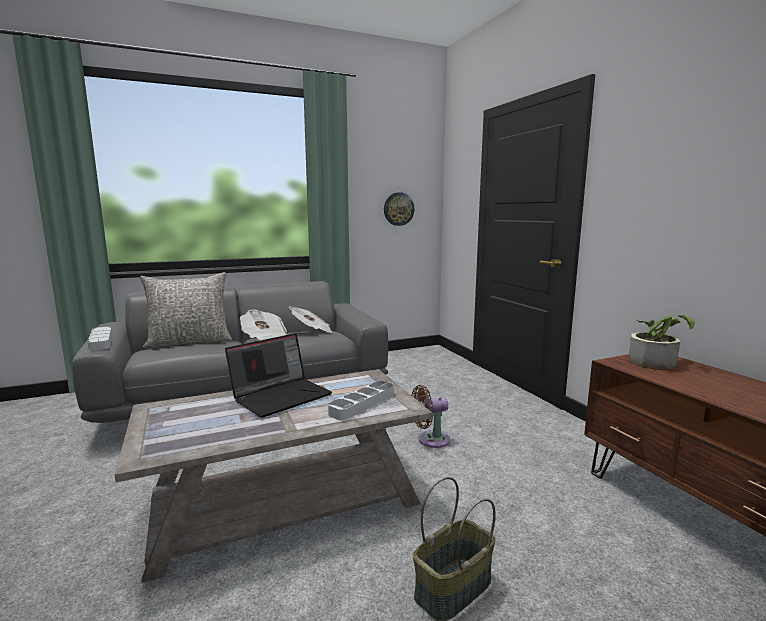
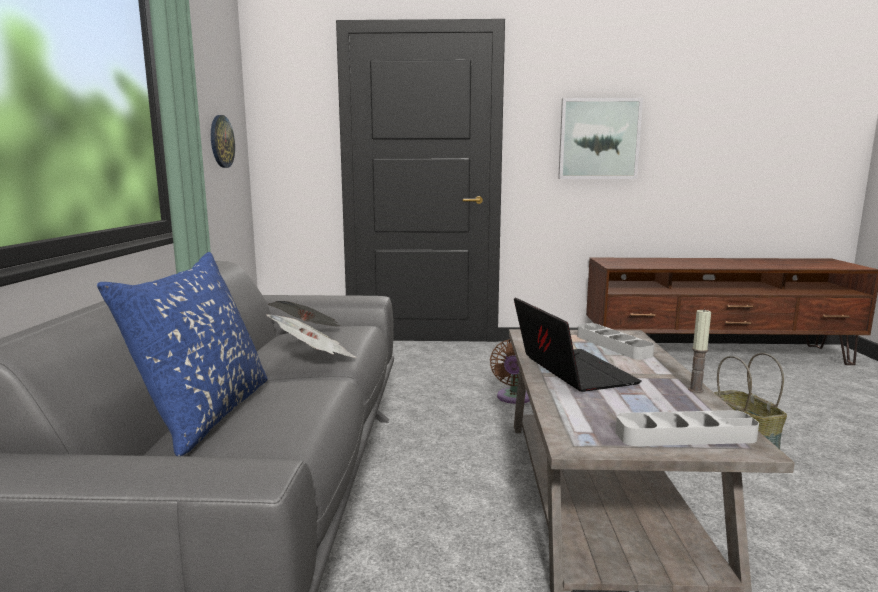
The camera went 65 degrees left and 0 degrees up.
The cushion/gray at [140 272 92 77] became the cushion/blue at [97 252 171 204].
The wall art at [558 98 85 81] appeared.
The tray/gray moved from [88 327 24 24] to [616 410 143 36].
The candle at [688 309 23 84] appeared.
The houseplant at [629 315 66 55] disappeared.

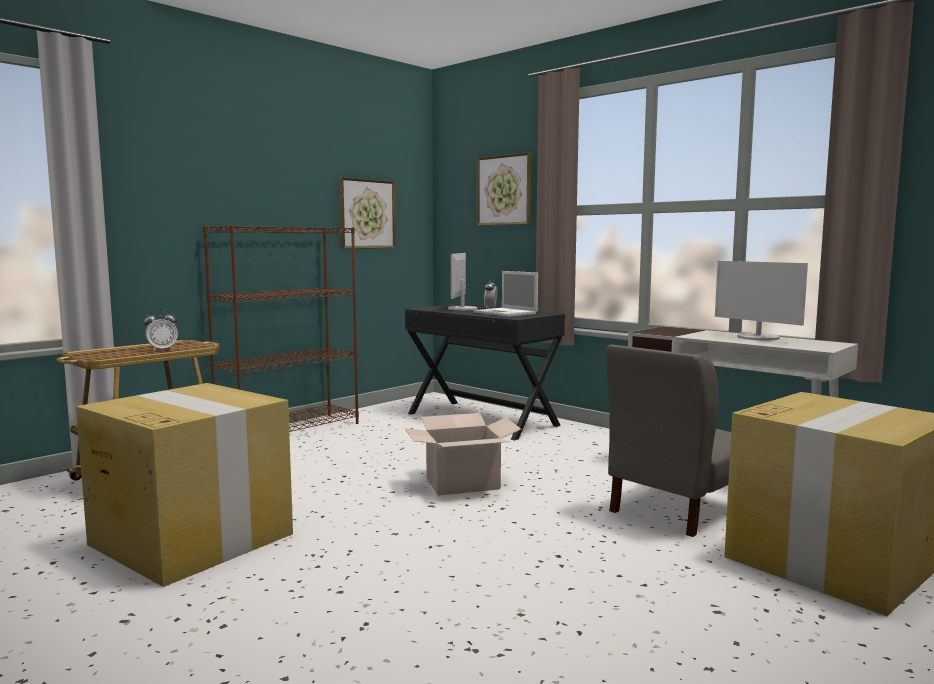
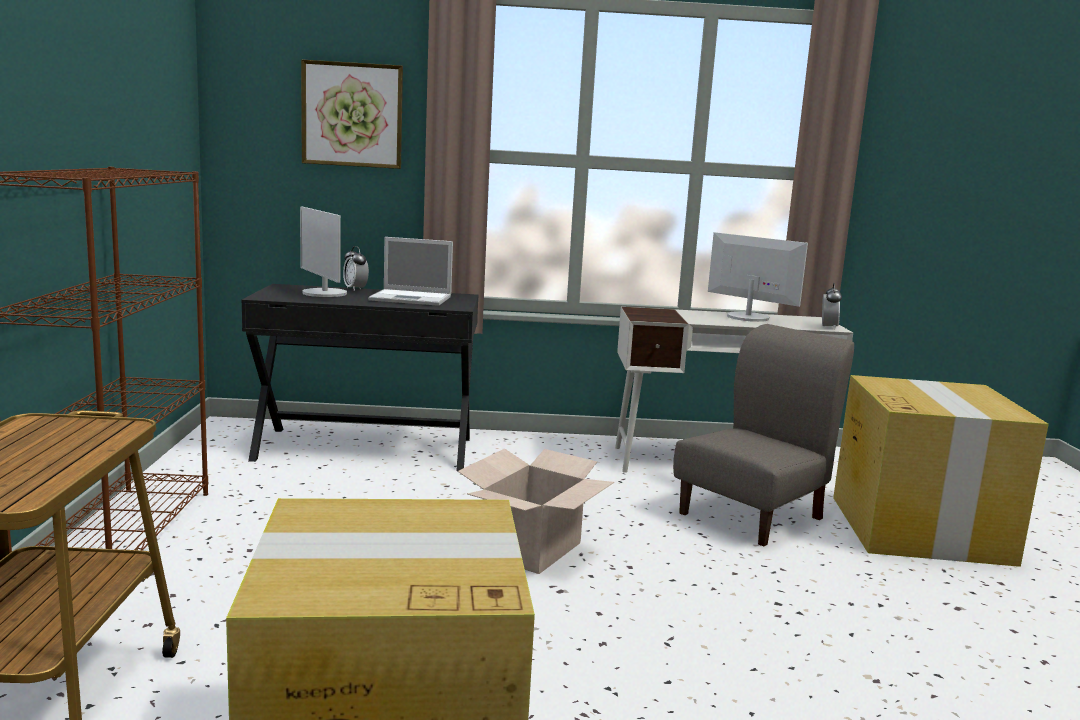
The camera went 45 degrees left and 5 degrees up.
The plain chair/gray at [606 345 125 192] turned 135 degrees counterclockwise.
The computer display at [715 261 93 80] turned 150 degrees counterclockwise.
The table clock moved from [144 309 34 42] to [822 283 20 47].
The wall art at [339 177 57 71] disappeared.

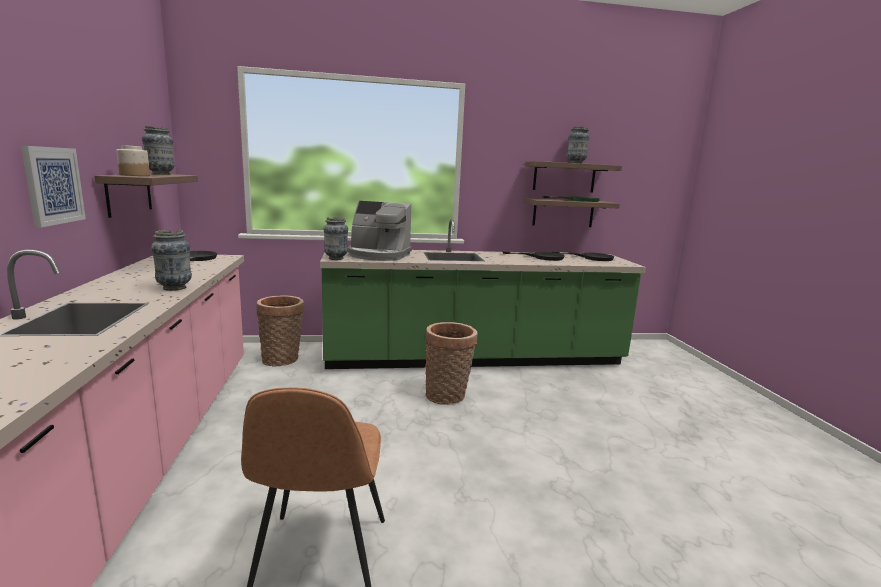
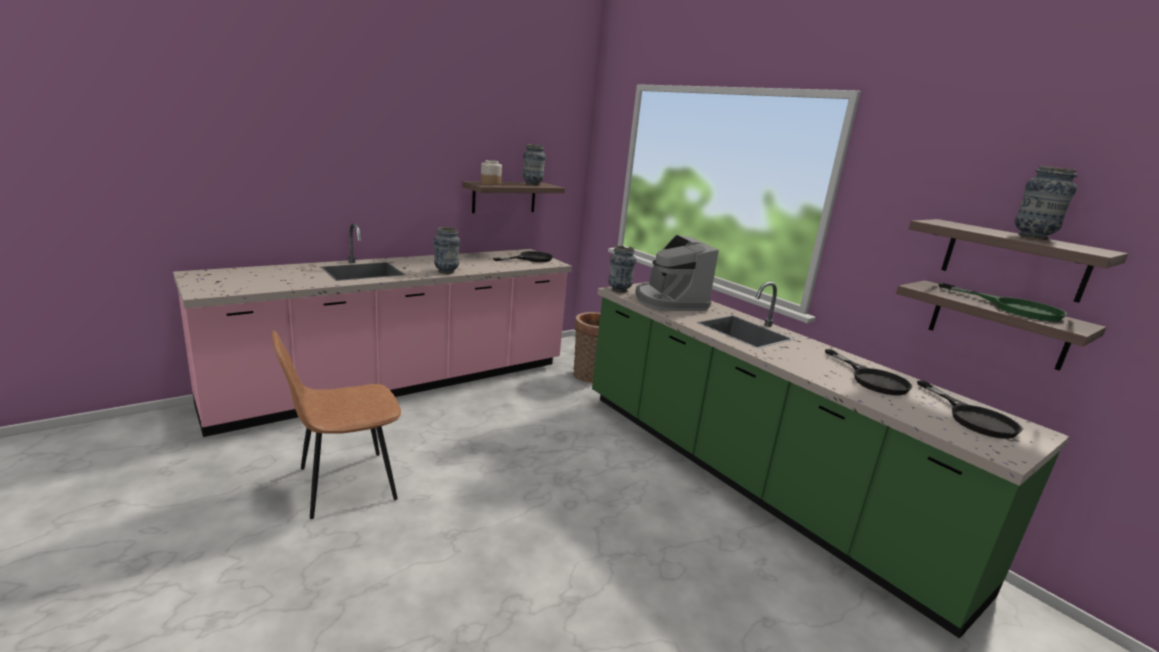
The camera went 60 degrees right and 5 degrees up.
The wall art at [21 145 65 82] disappeared.
The storage basket at [425 322 52 83] disappeared.

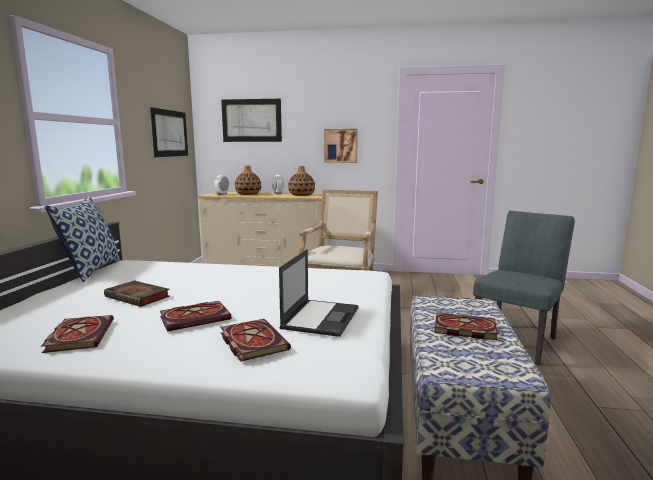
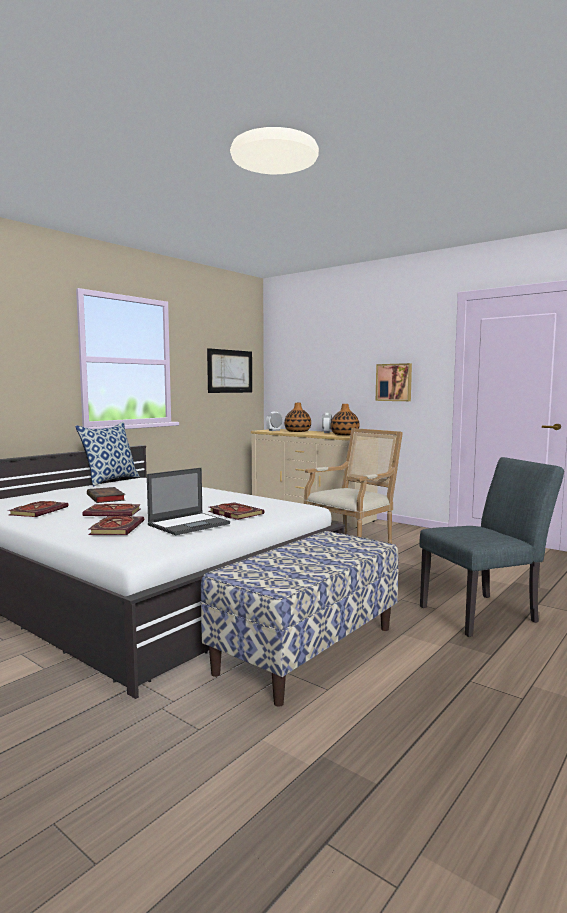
The camera went 30 degrees right and 5 degrees down.
The book moved from [434 312 64 28] to [208 502 56 18].
The wall art at [221 99 61 43] disappeared.

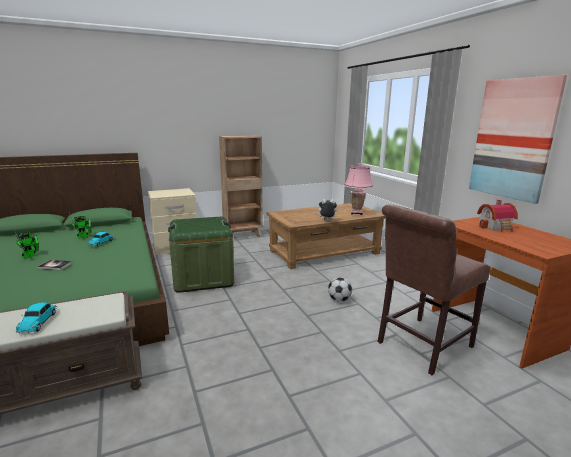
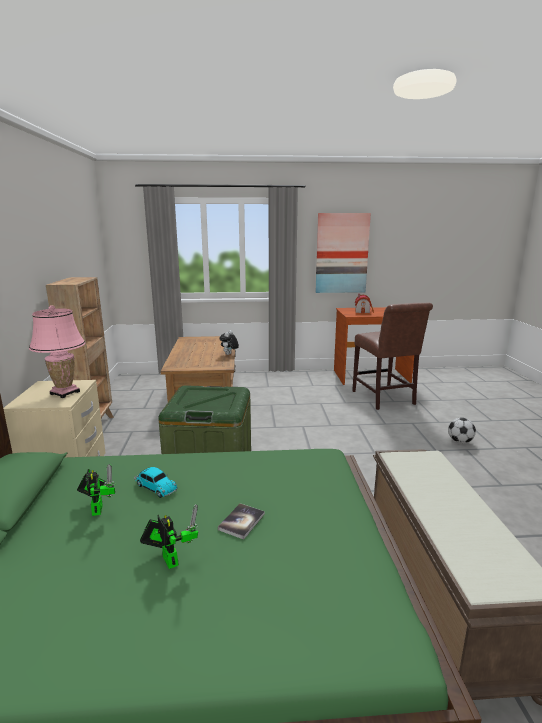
The camera went 70 degrees left and 0 degrees up.
The table lamp/pinkish moved from [344 163 29 52] to [29 305 56 93].
The football ball moved from [328 277 24 25] to [448 418 28 25].
The miniature car at [16 302 42 32] disappeared.

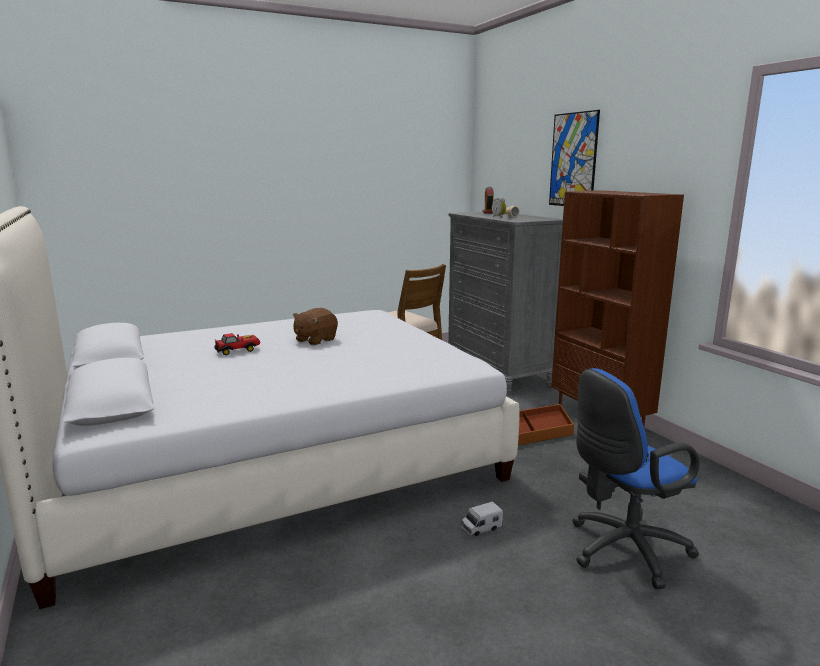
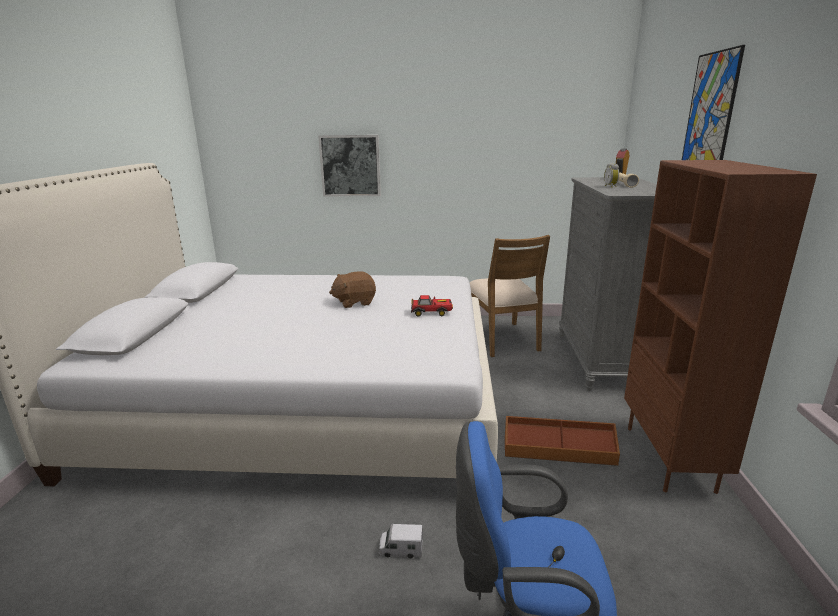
The camera went 30 degrees right and 5 degrees up.
The wall art at [318 135 63 61] appeared.
The miniature car moved from [214 333 46 22] to [411 295 42 22].

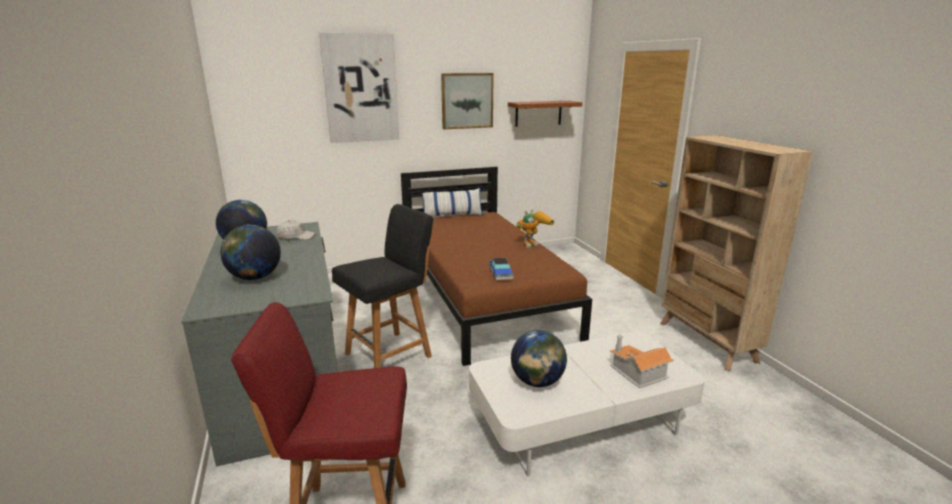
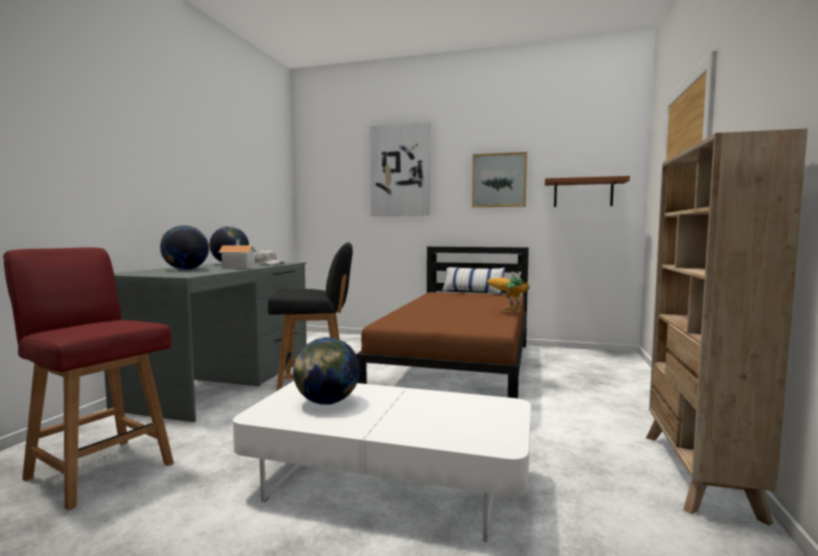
The camera went 35 degrees right and 15 degrees down.
The toy house moved from [609 335 65 53] to [217 239 40 30].
The toy robot at [517 209 37 39] turned 150 degrees clockwise.
The miniature car at [489 258 25 22] disappeared.

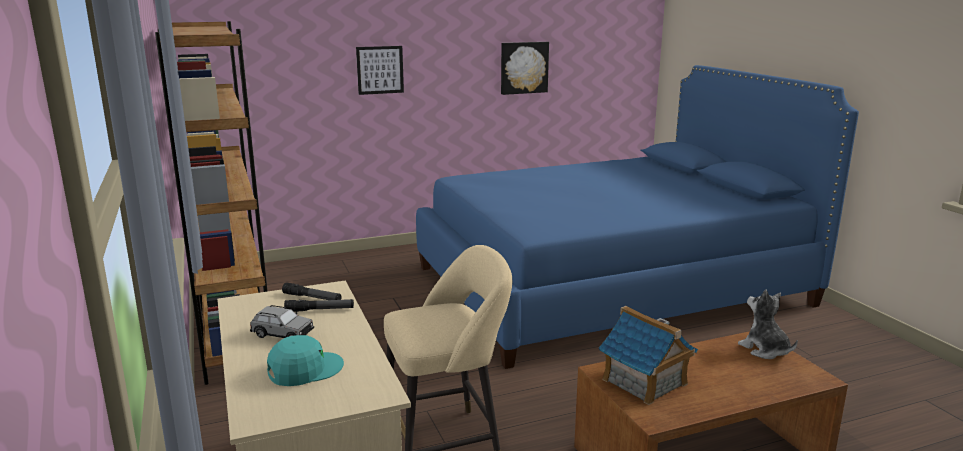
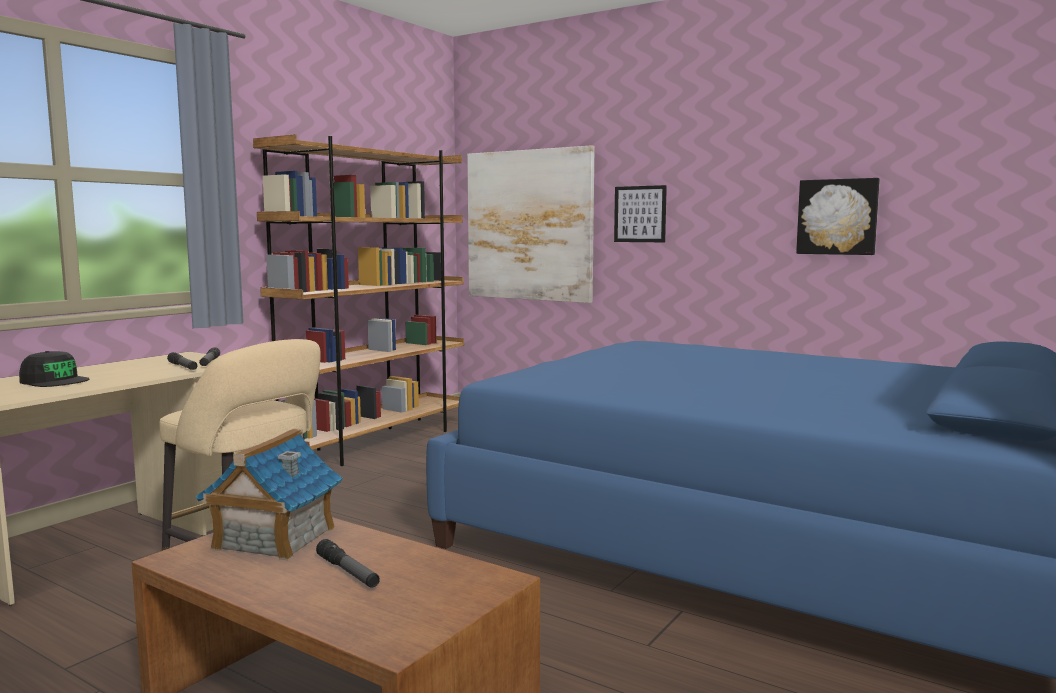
The camera went 55 degrees right and 10 degrees down.
The baseball cap/turquoise-coloured at [267 335 77 51] became the baseball cap/black at [19 351 71 36].
The torch at [316 539 64 49] appeared.
The wall art at [467 145 128 158] appeared.
The miniature car/gray at [250 305 64 33] disappeared.
The cuddly toy at [738 289 60 70] disappeared.

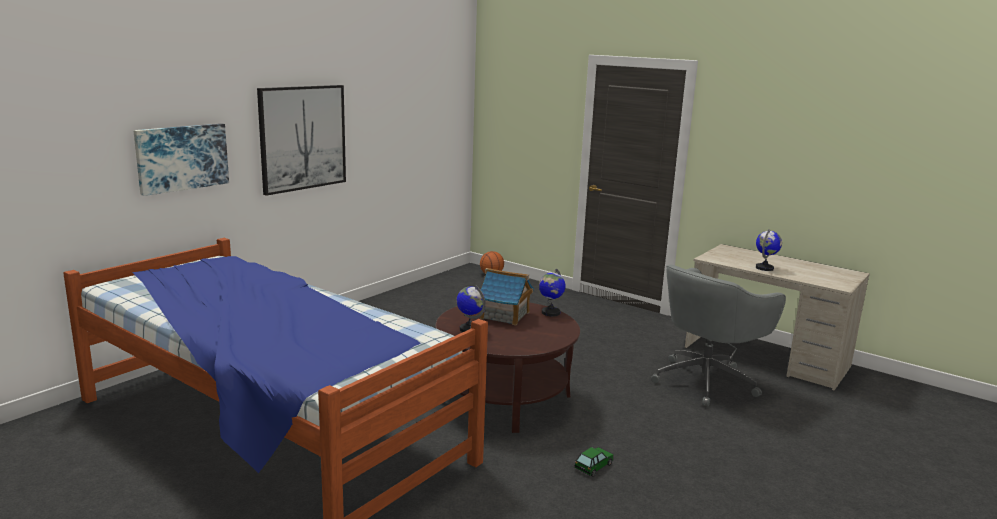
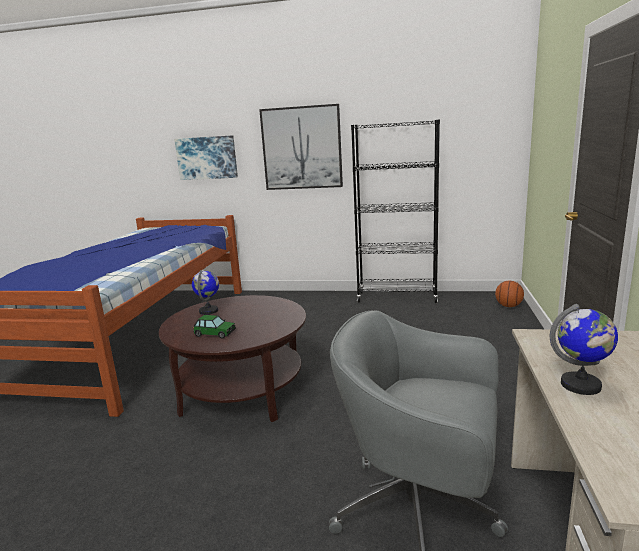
The camera went 65 degrees right and 0 degrees up.
The miniature car moved from [575 447 38 30] to [193 315 43 23].
The bookshelf/black at [351 119 89 184] appeared.
The toy house at [480 268 54 58] disappeared.
The desk globe at [539 268 27 48] disappeared.

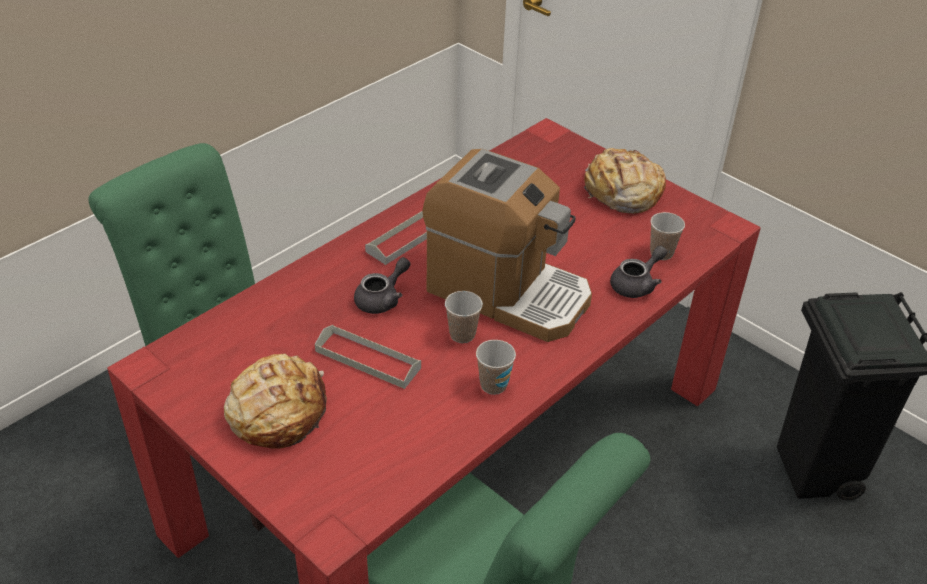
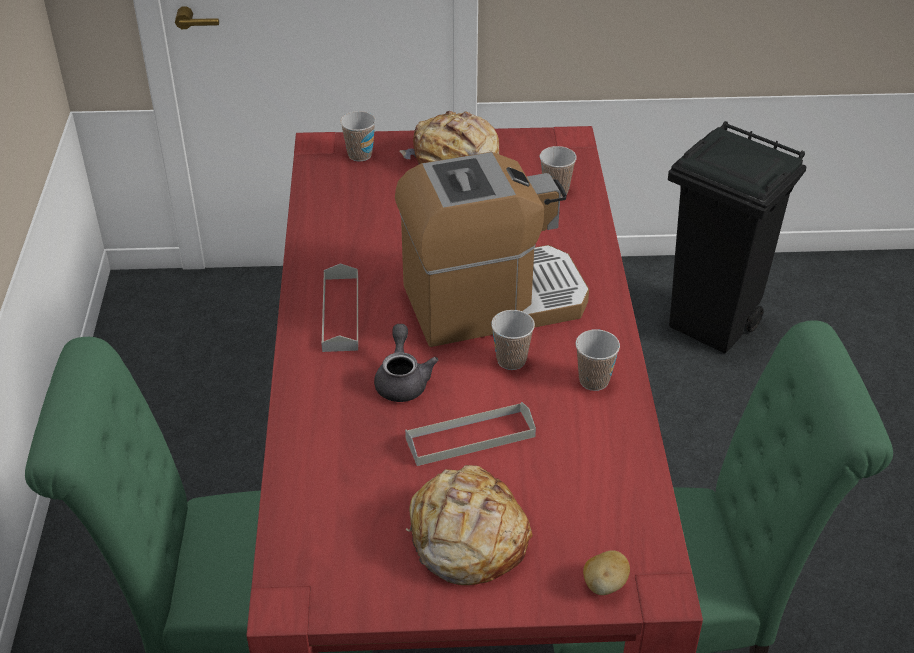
The camera went 45 degrees left and 0 degrees up.
The small cup at [340 111 36 50] appeared.
The whole potato at [583 551 47 44] appeared.
The pot for tea/gray at [610 245 57 53] disappeared.

